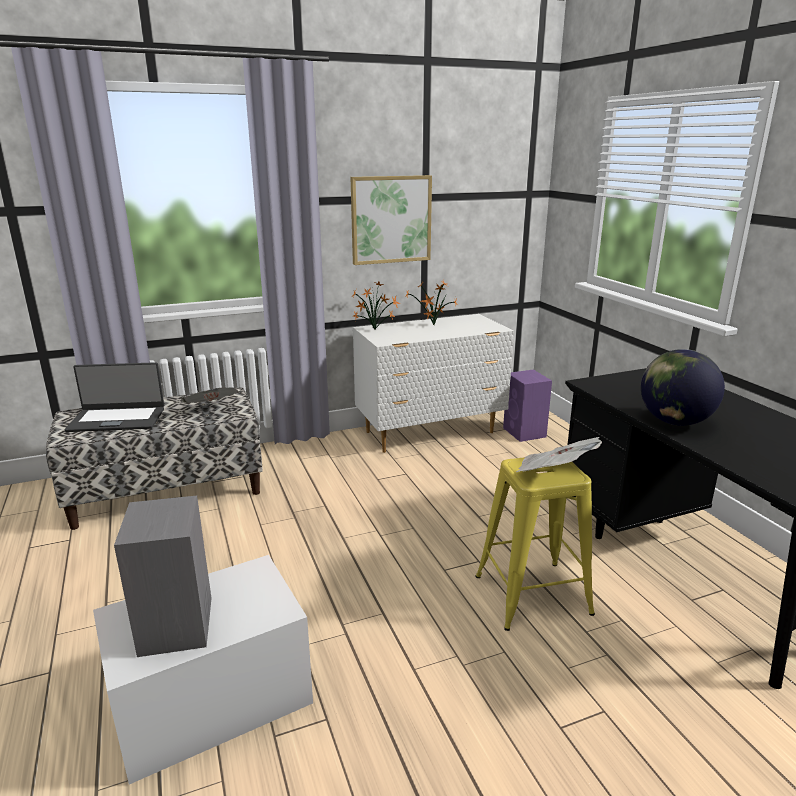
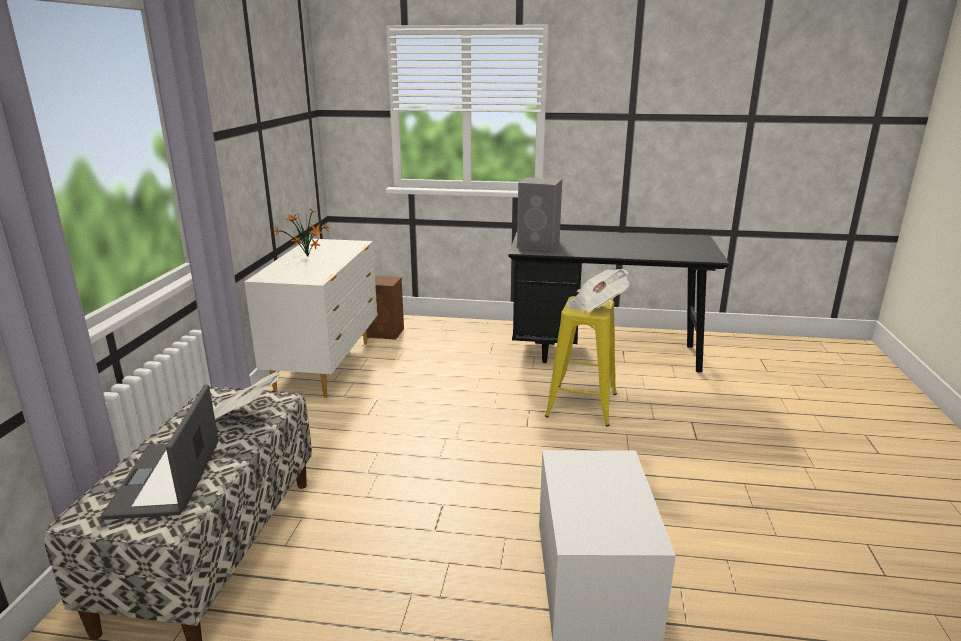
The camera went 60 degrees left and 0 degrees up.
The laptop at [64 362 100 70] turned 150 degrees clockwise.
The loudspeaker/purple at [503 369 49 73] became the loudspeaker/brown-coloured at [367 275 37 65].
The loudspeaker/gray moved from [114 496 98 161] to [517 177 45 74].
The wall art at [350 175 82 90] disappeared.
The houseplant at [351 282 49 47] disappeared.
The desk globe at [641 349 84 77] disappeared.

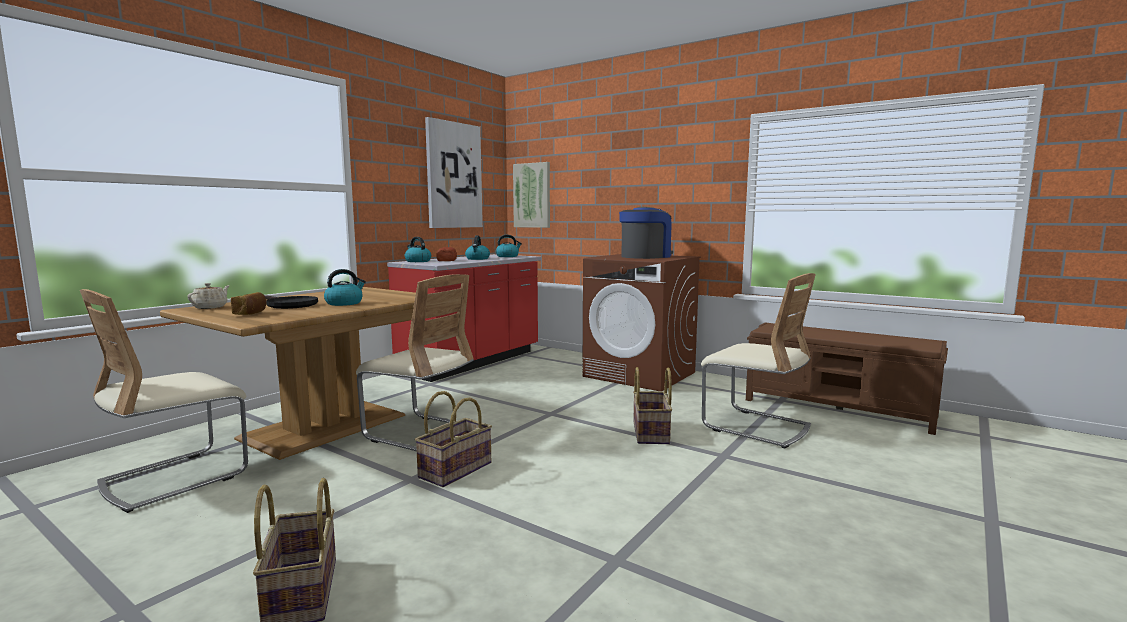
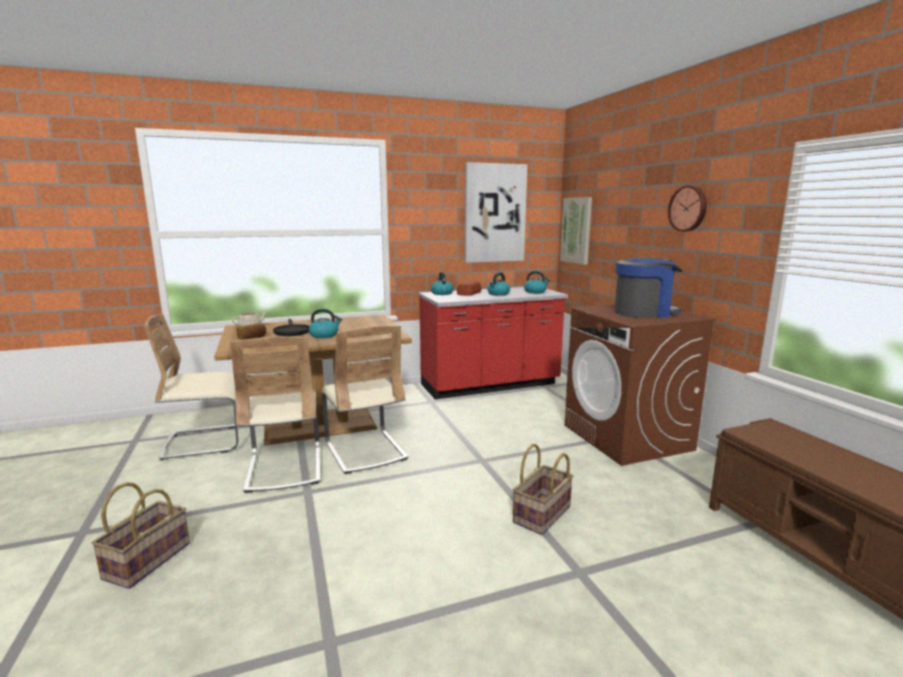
The camera went 35 degrees right and 5 degrees up.
The plain chair/beige-coloured moved from [701 273 115 176] to [230 337 90 156].
The clock on the wall at [668 185 39 47] appeared.
The storage basket at [415 391 77 96] disappeared.

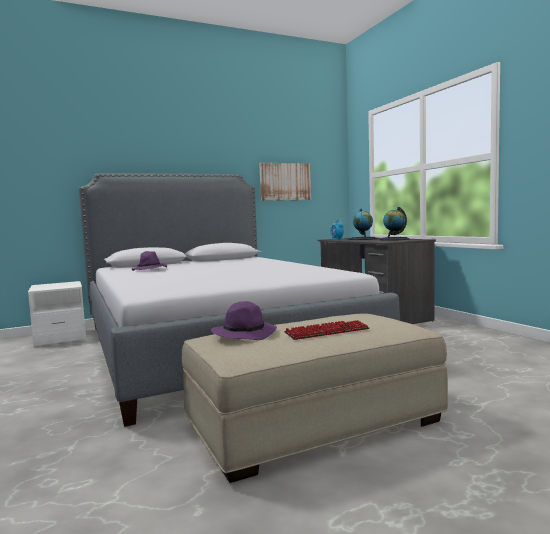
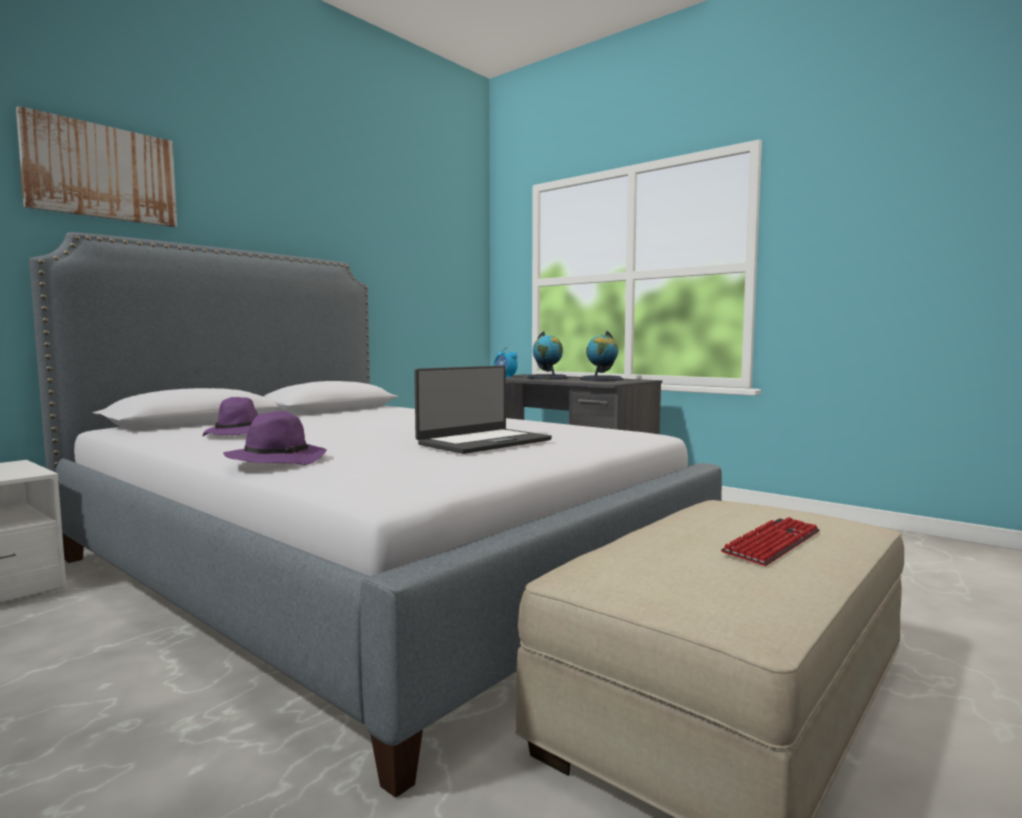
The camera went 25 degrees left and 0 degrees up.
The wall art moved from [259 163 52 38] to [16 106 161 121].
The clothing hat/purple moved from [211 301 66 39] to [223 411 104 54].
The laptop at [414 365 138 89] appeared.

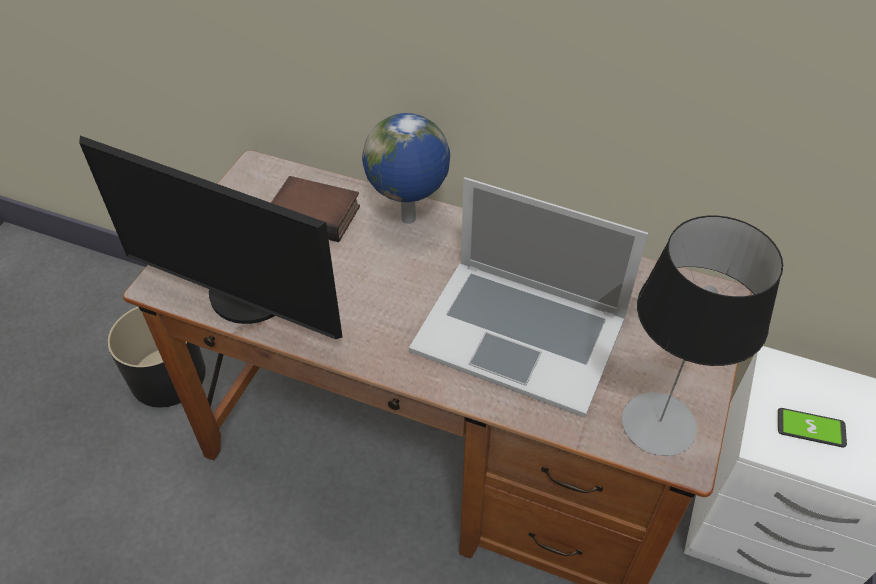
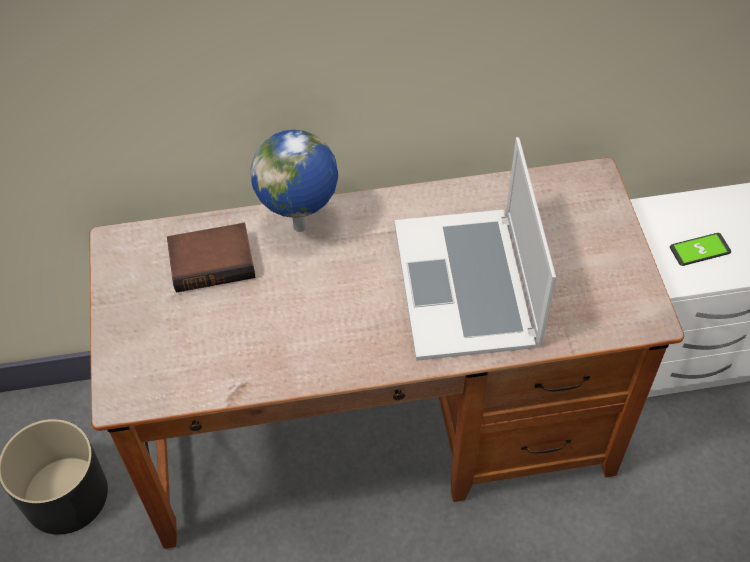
The camera went 30 degrees left and 5 degrees up.
The laptop at [409 177 239 241] turned 90 degrees clockwise.
The computer display at [79 136 263 203] disappeared.
The table lamp at [622 216 161 240] disappeared.

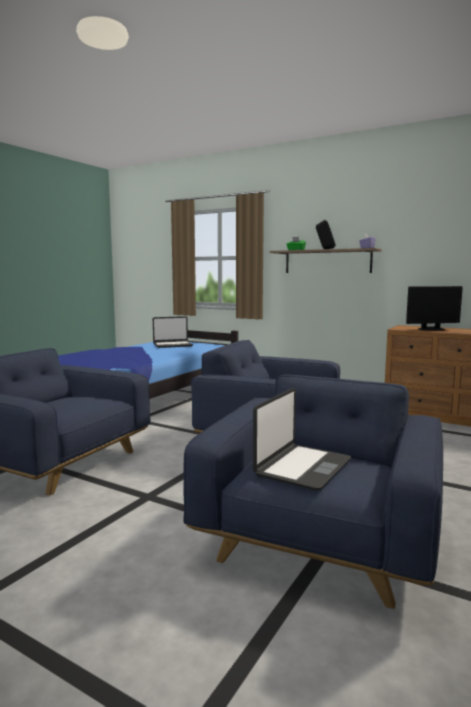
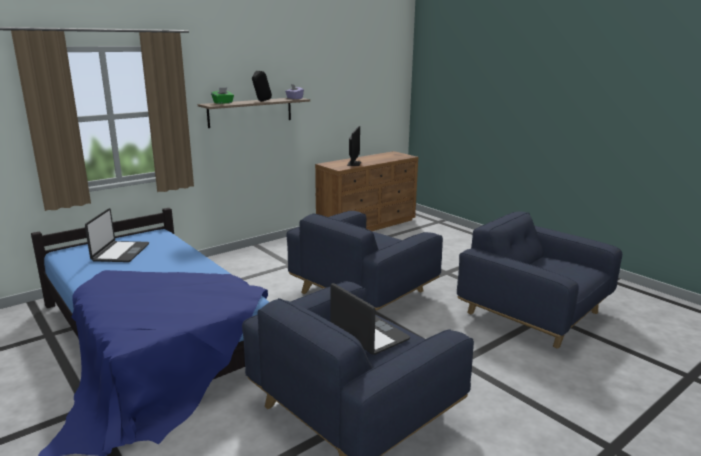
The camera went 70 degrees left and 10 degrees up.
The laptop moved from [253 388 98 103] to [330 283 80 72].

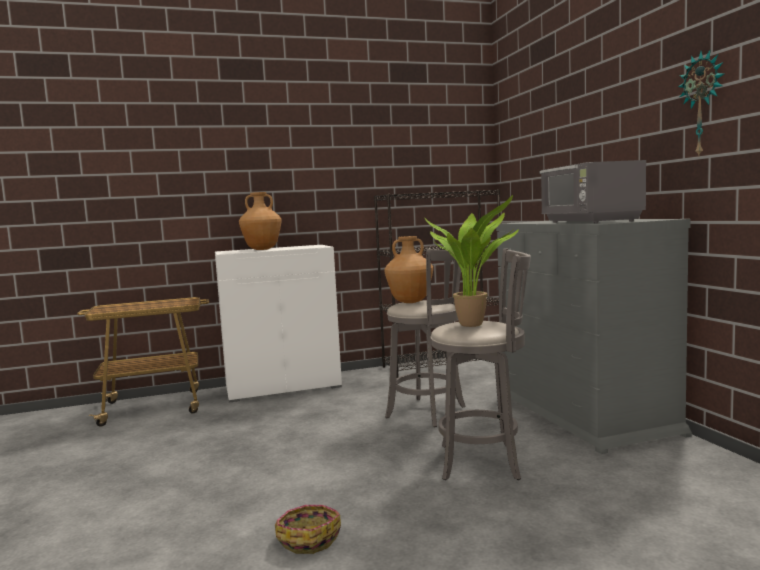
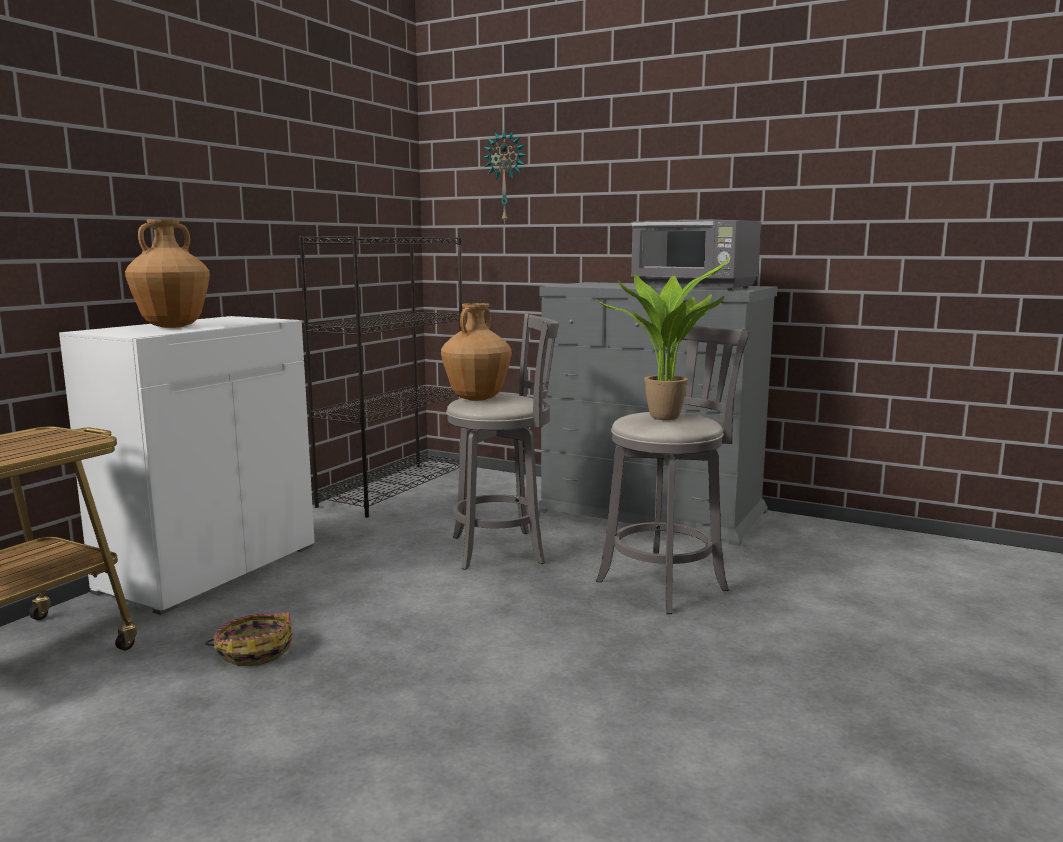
The camera went 45 degrees left and 5 degrees up.
The storage basket moved from [275 505 66 49] to [205 612 88 54].
The clock on the wall moved from [678 50 46 105] to [483 129 43 95].

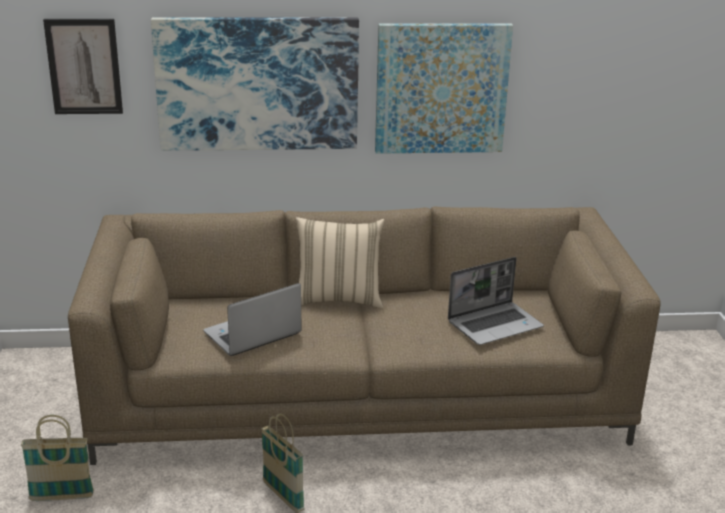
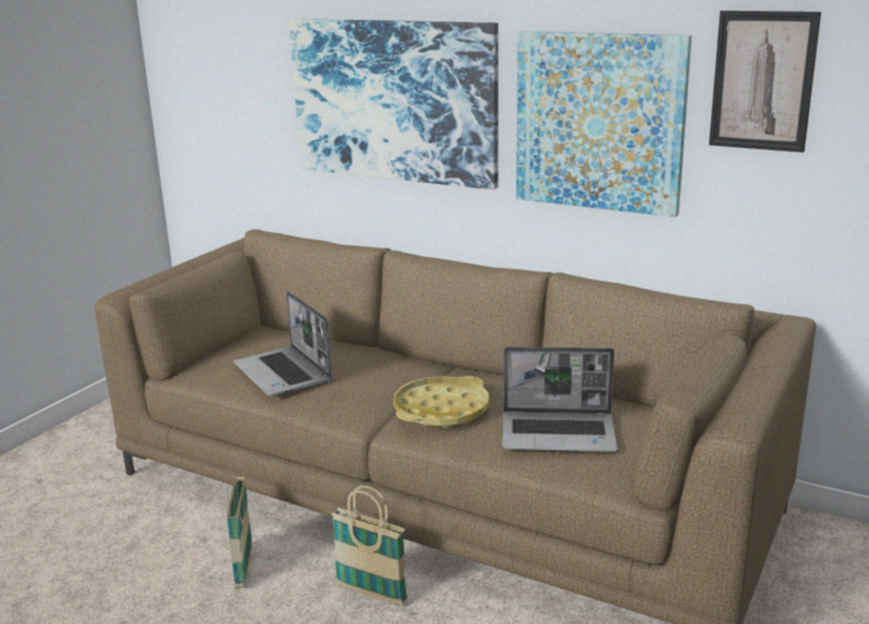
The camera went 35 degrees right and 5 degrees down.
The laptop at [203 283 99 73] turned 120 degrees counterclockwise.
The storage basket moved from [21 415 73 86] to [331 485 77 121].
The tray/yellow at [393 376 96 52] appeared.
The wall art moved from [43 19 80 95] to [709 11 112 141].
The cushion/beige-coloured at [296 217 89 91] disappeared.

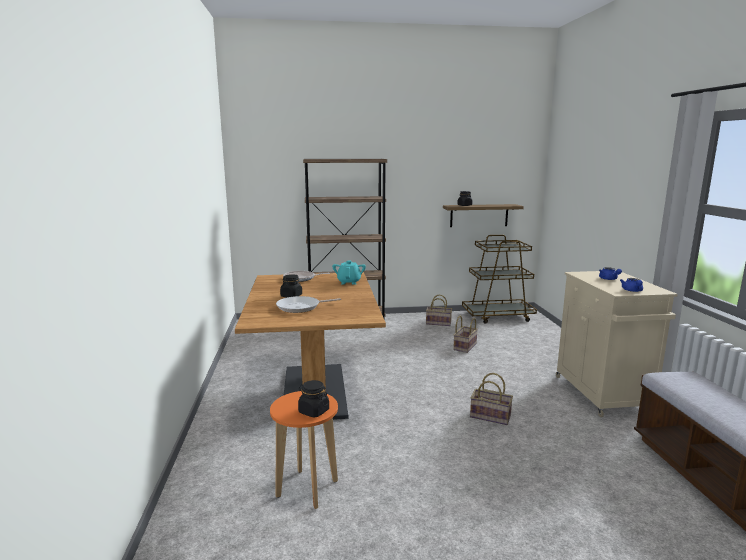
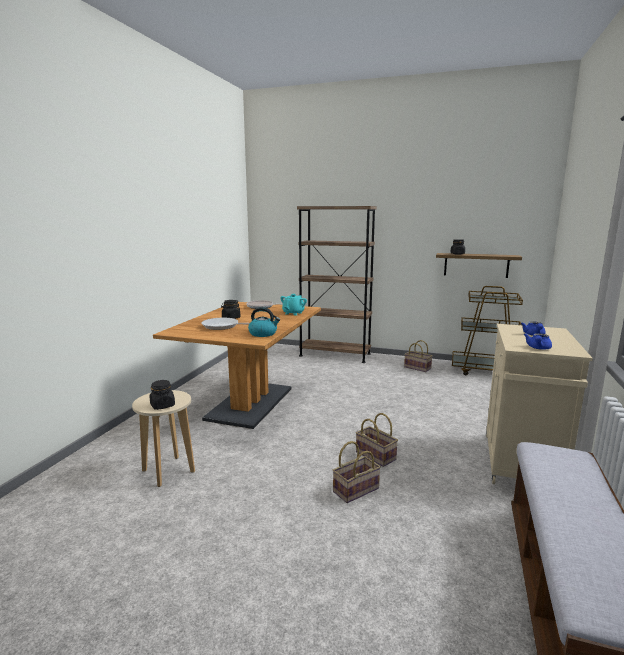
The camera went 25 degrees right and 0 degrees up.
The stool/orange-coloured at [270 391 68 118] became the stool/beige-coloured at [132 390 63 97].
The water kettle at [248 307 32 30] appeared.
The storage basket moved from [453 315 25 38] to [333 441 48 62].

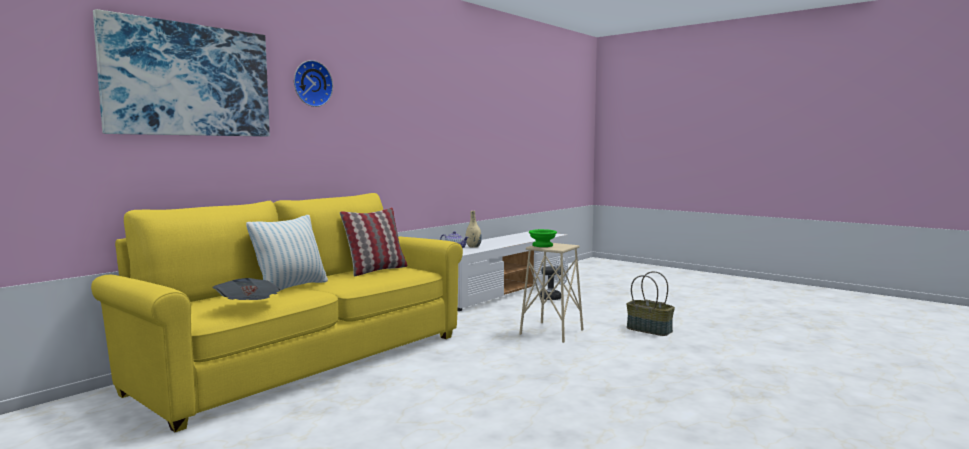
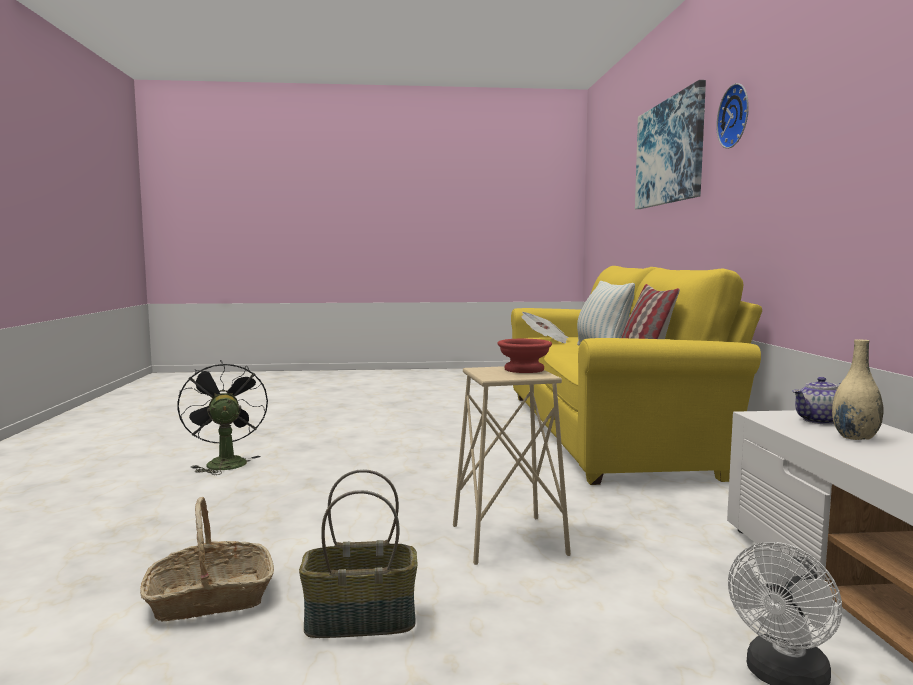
The camera went 135 degrees right and 0 degrees up.
The storage basket at [140 497 134 125] appeared.
The fan/black at [178 360 90 115] appeared.
The bowl/greenish at [529 229 28 18] became the bowl/red at [497 339 55 34].

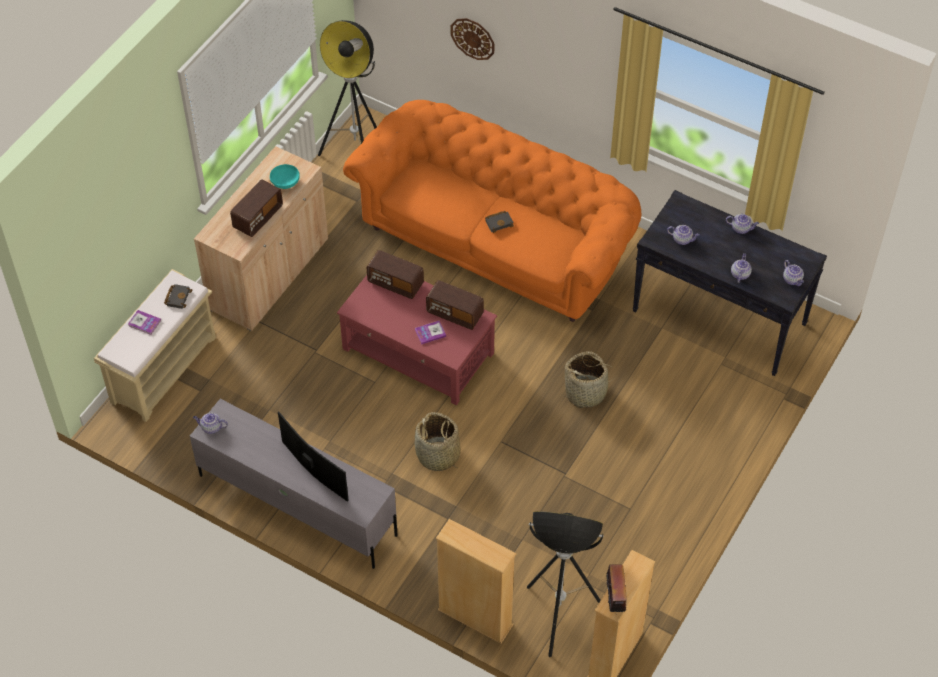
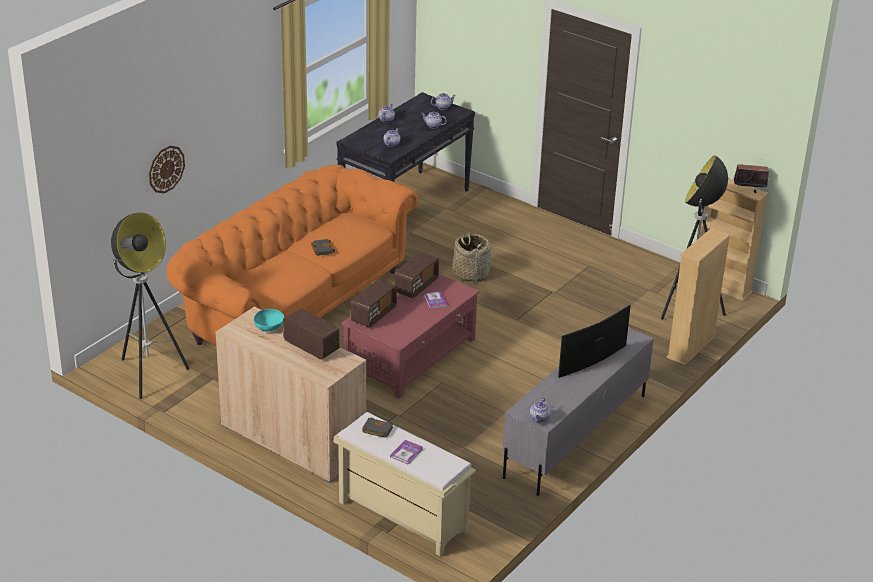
The camera went 85 degrees left and 20 degrees down.
The storage basket at [415 412 46 59] disappeared.

